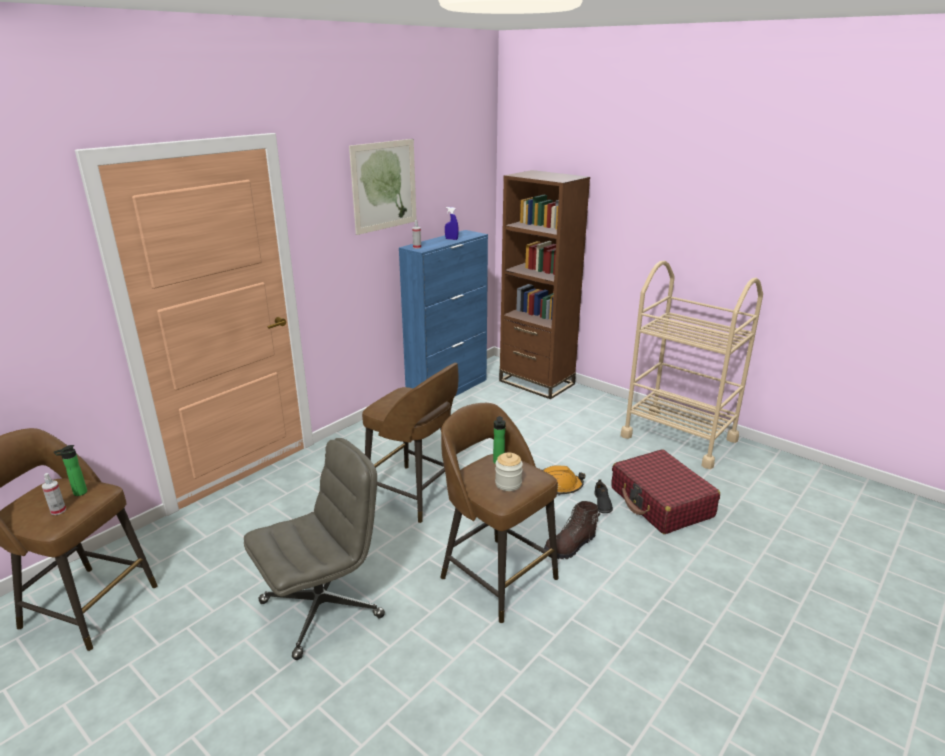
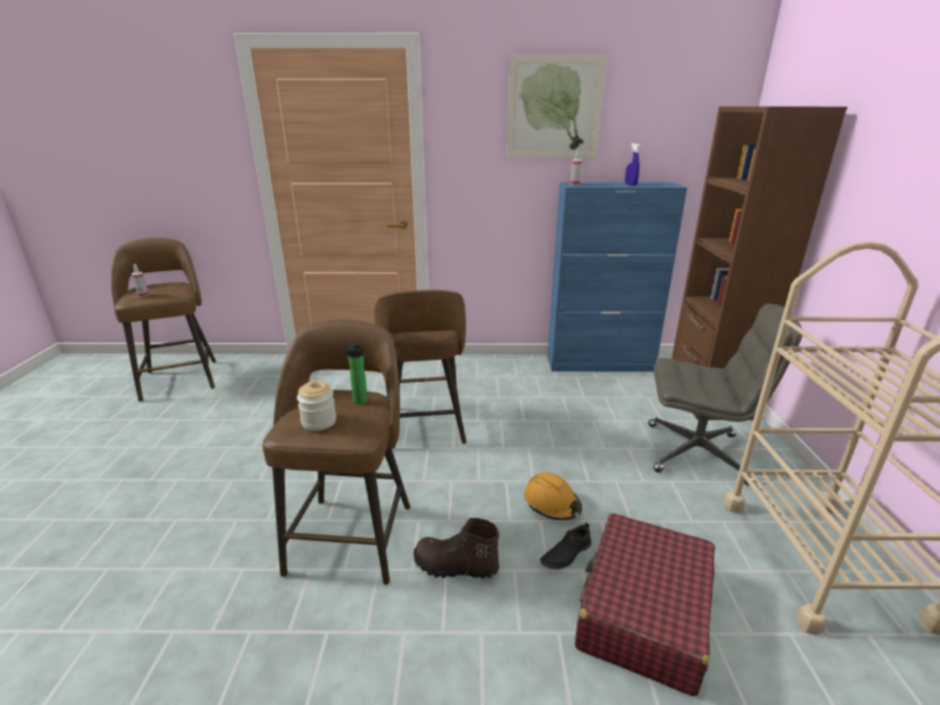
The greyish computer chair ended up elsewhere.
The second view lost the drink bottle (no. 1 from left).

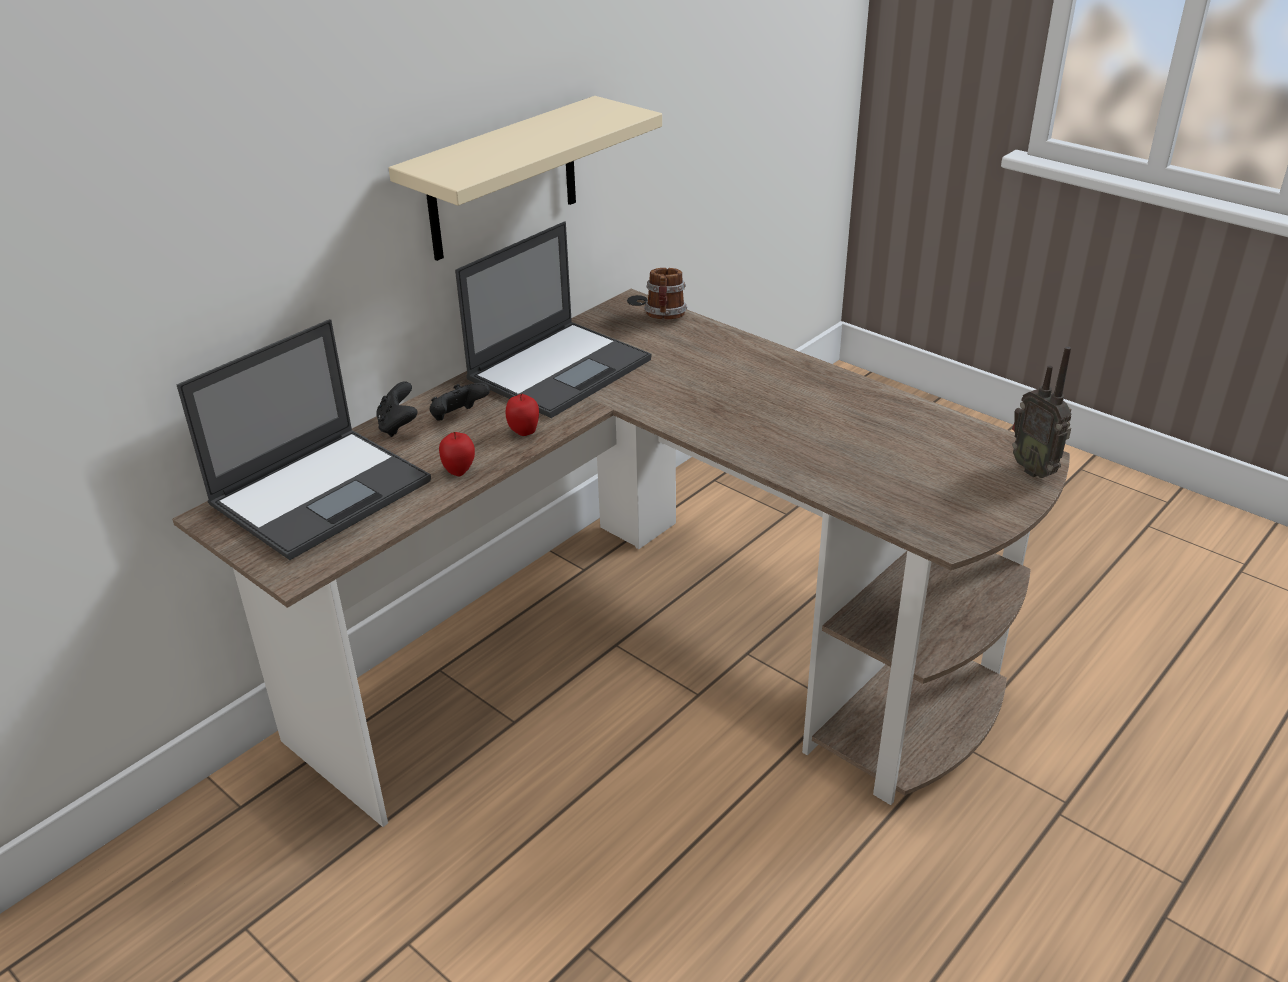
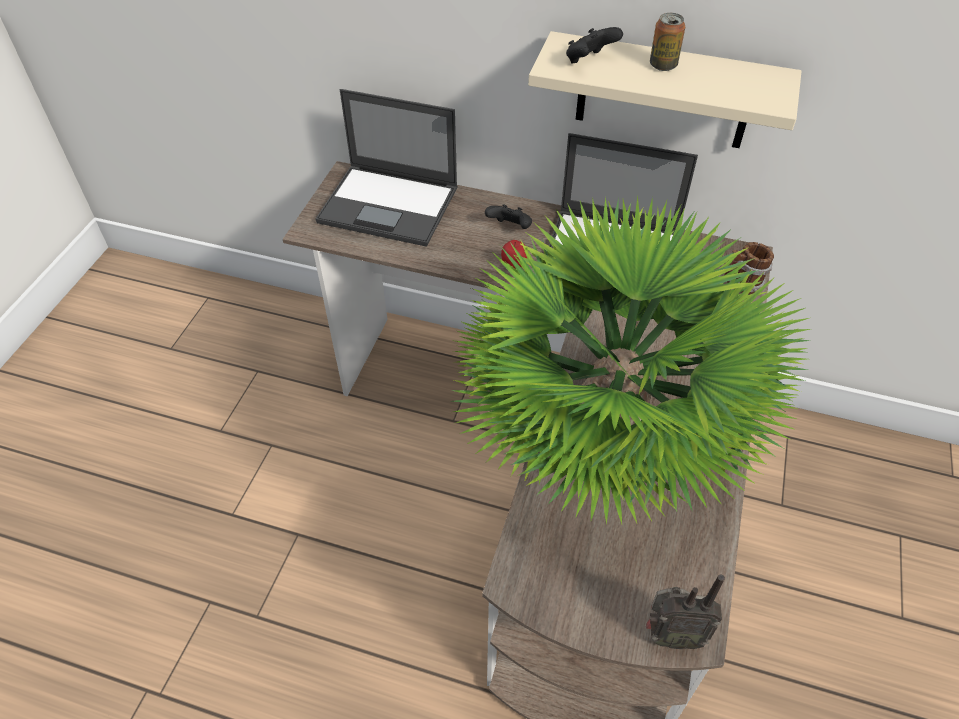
The radio set ended up facing another way, 120 degrees counterclockwise from before.
The black-coloured game controller (no. 1 from left in the first image) ended up elsewhere.
The second view lost the apple (no. 1 from left).
The second view gained the metal can.
The second view gained the plant in a pot.

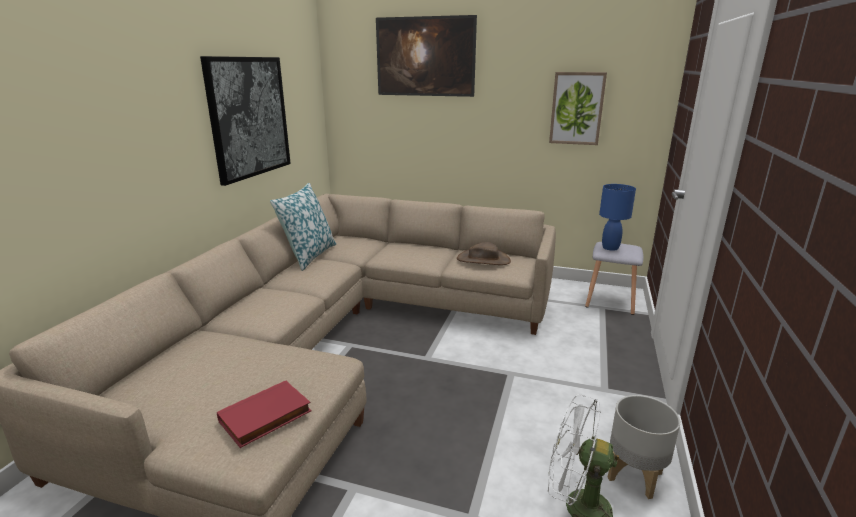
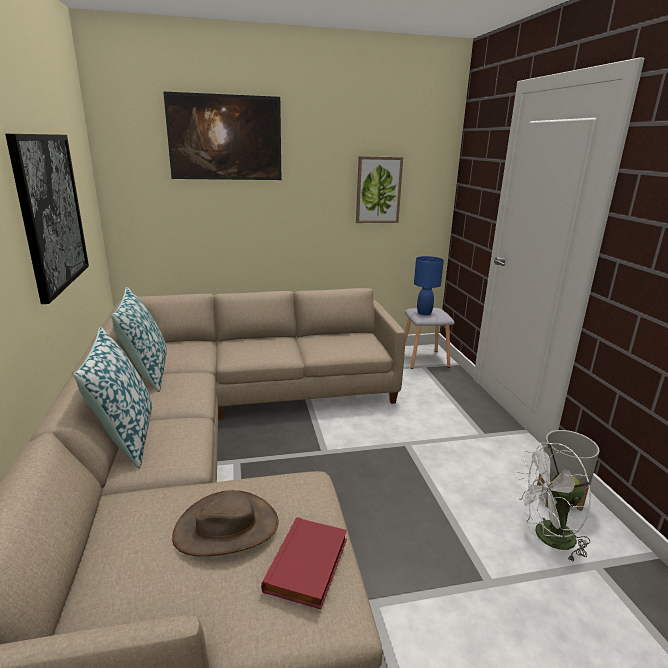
The brownish clothing hat ended up elsewhere.
The second view gained the throw pillow (no. 1 from left).

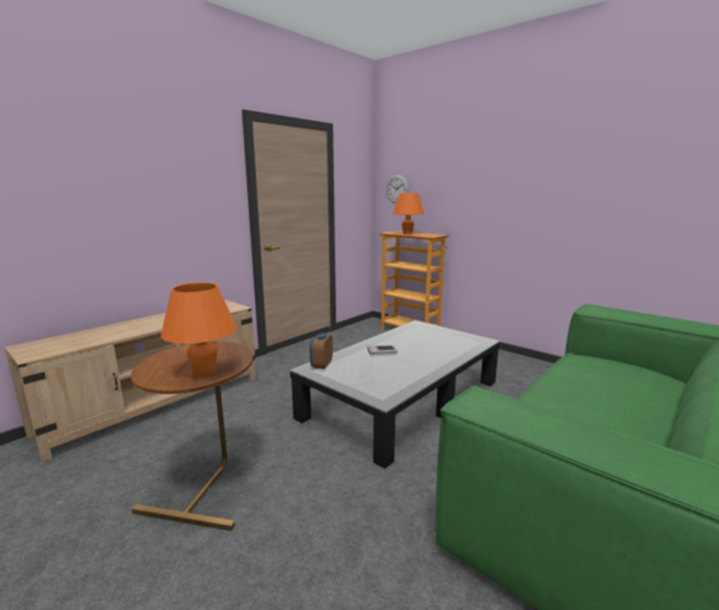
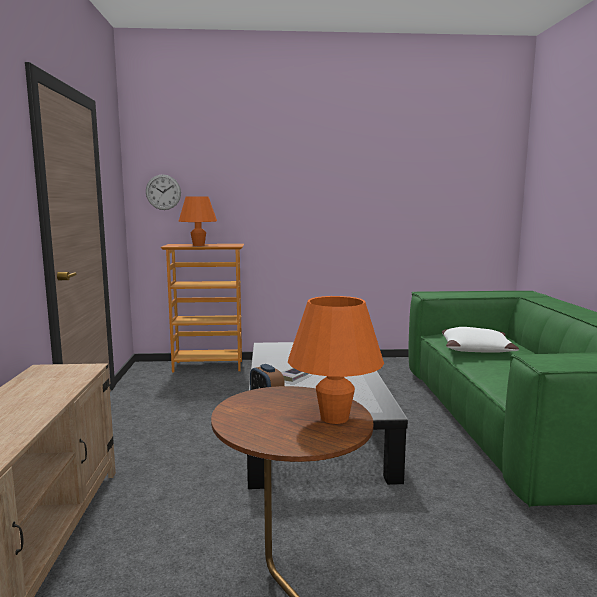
The second view gained the white-coloured throw pillow.

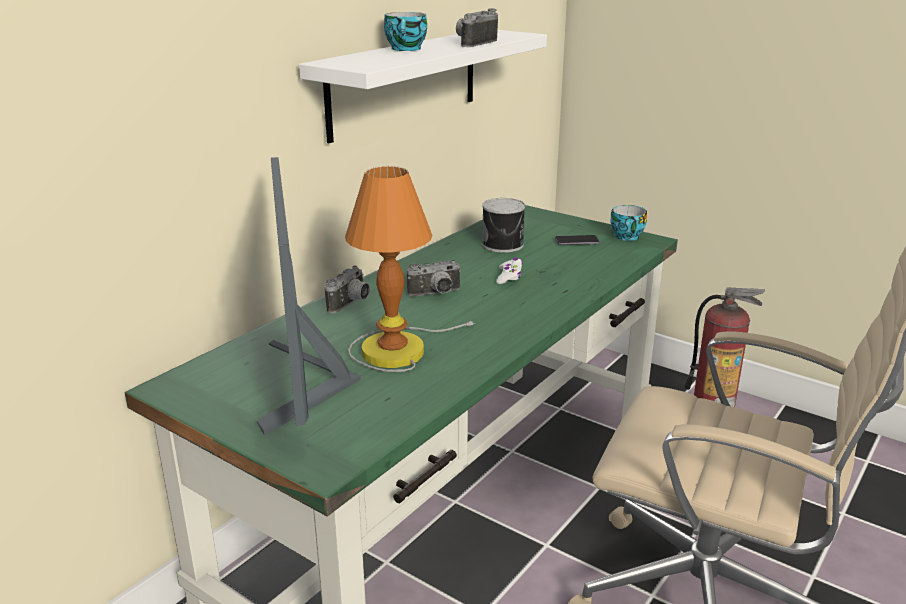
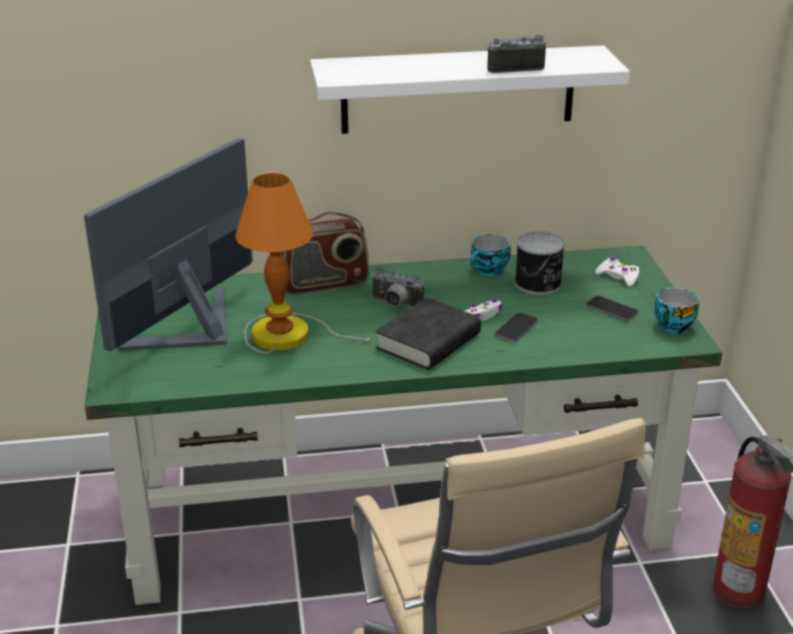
The cup (no. 1 from left) ended up elsewhere.
Where the still camera (no. 1 from left) stood, the radio set came to stand.
The second view gained the white-coloured game controller (no. 2 from left).
The second view gained the black-coloured volume.
The second view gained the phone (no. 1 from left).

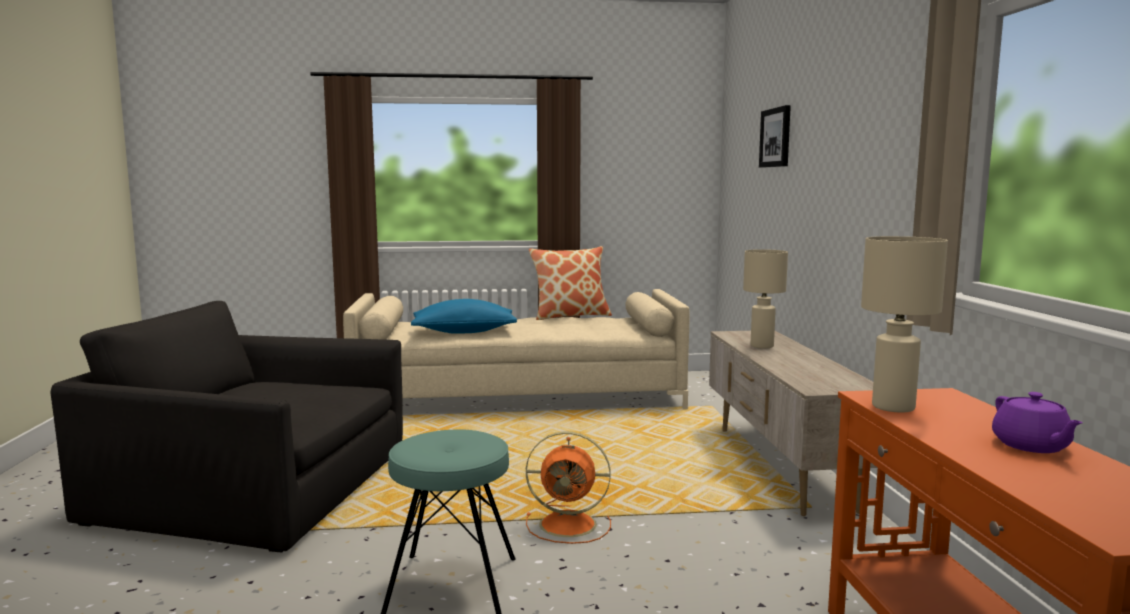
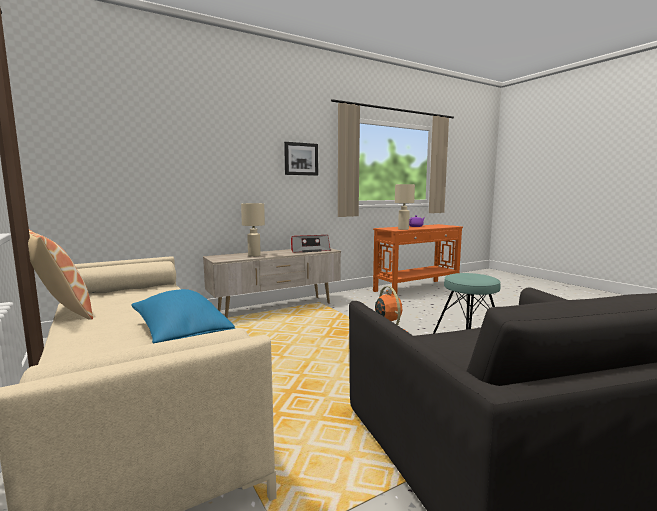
The wall art ended up elsewhere.
The second view gained the radio set.

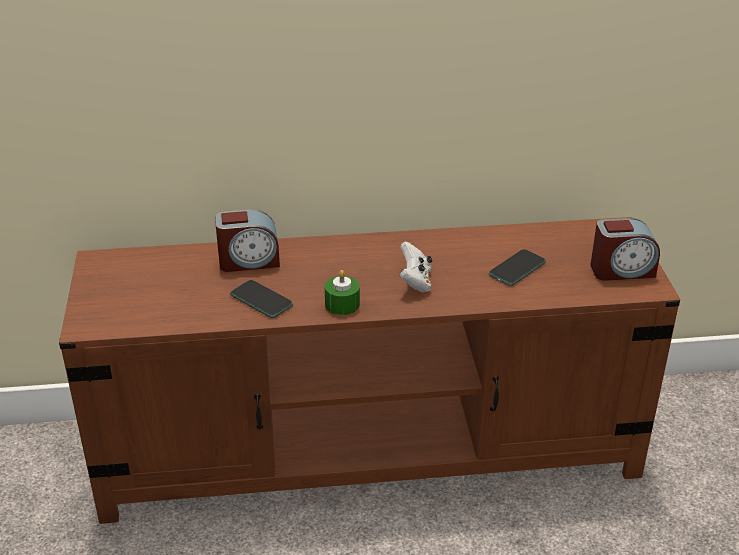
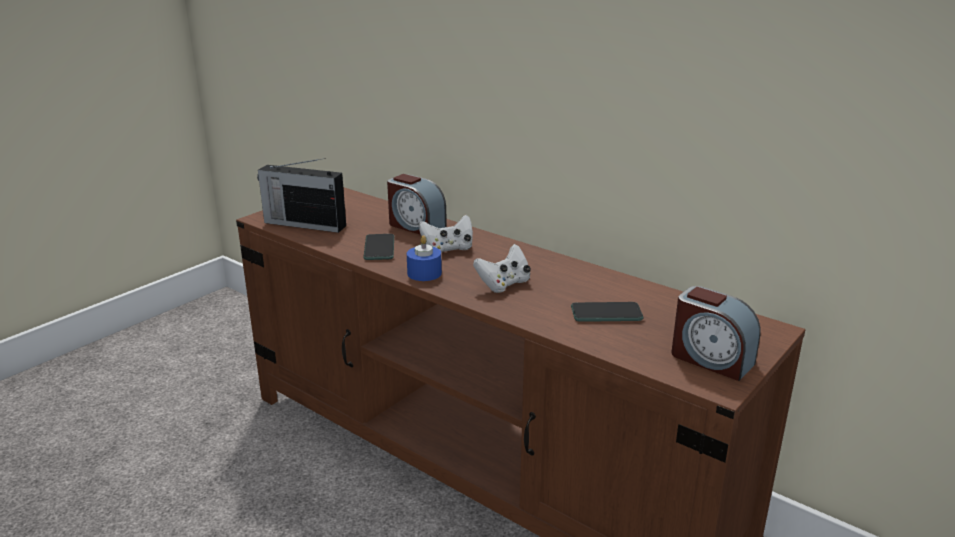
What was the green-coloured wax light turned into the blue wax light.
The second view gained the radio set.
The second view gained the white-coloured game controller (no. 1 from left).

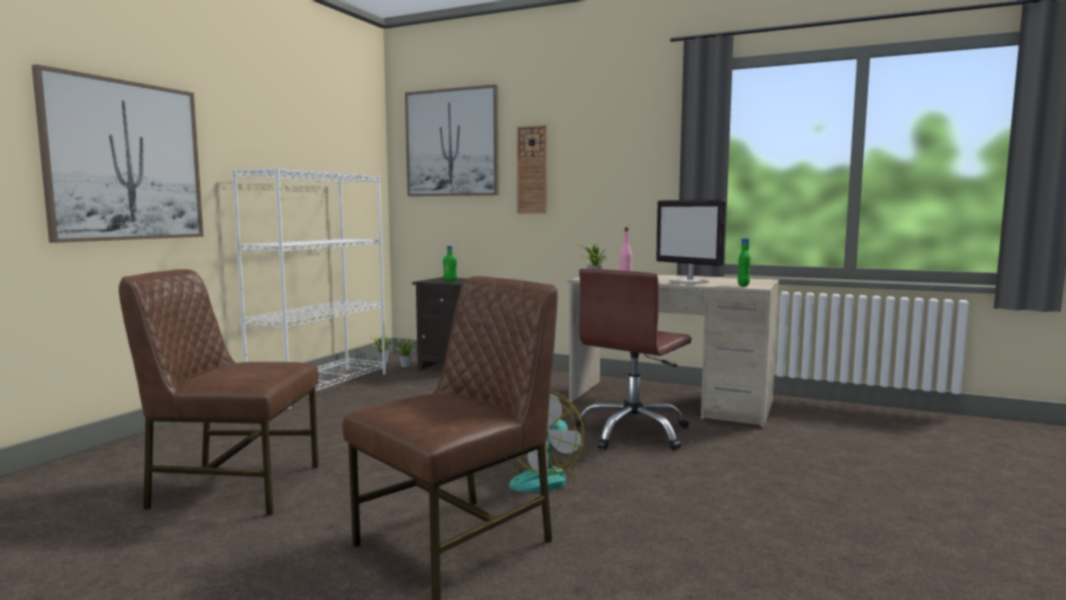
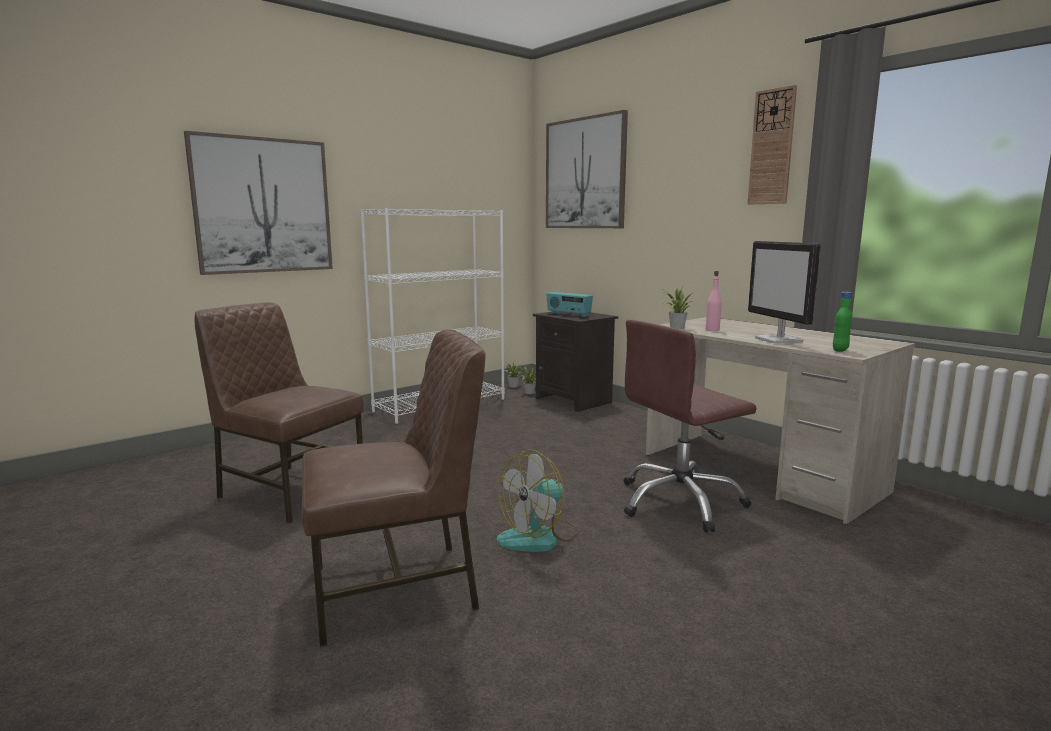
The clock on the wall ended up elsewhere.
Where the green-coloured drink bottle (no. 1 from left) stood, the radio set came to stand.

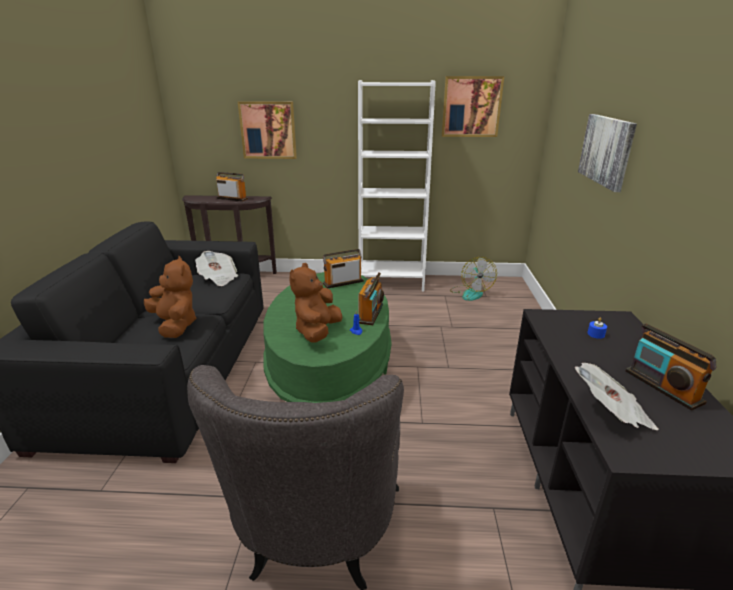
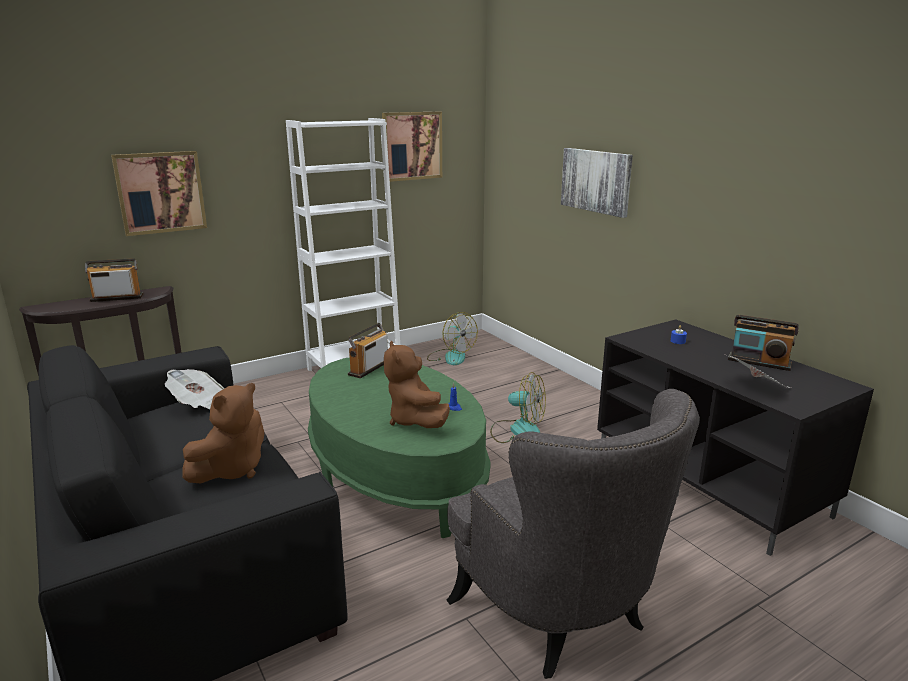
The brownish cuddly toy (no. 1 from left) ended up facing another way, 105 degrees clockwise from before.
The second view lost the radio set (no. 3 from left).
The second view gained the cooling fan (no. 2 from left).

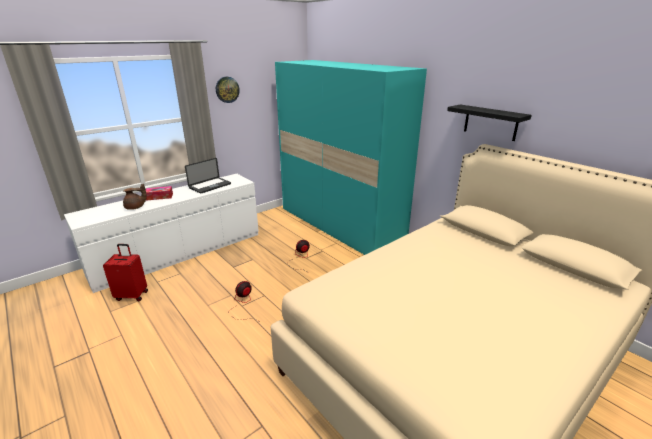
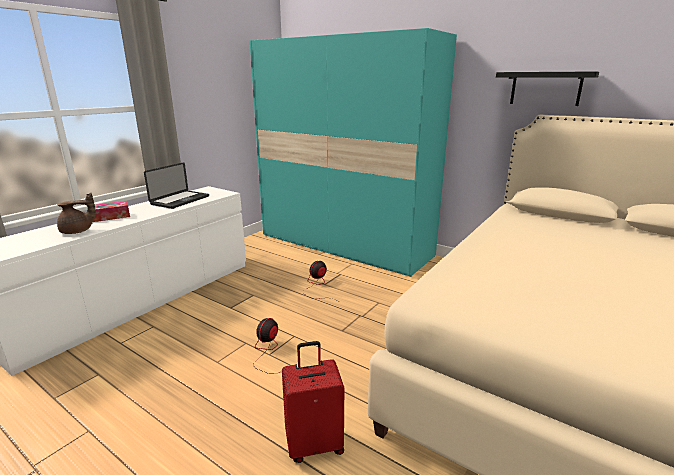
The second view lost the clock on the wall.
The red-coloured suitcase ended up elsewhere.

